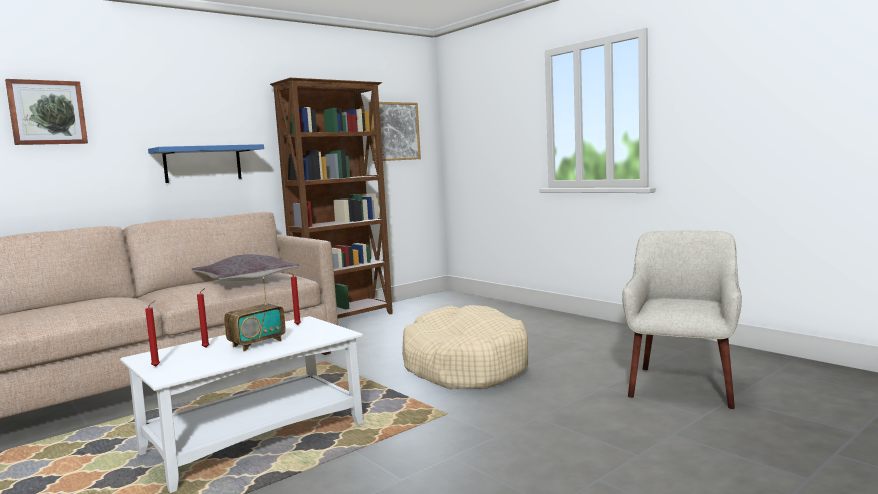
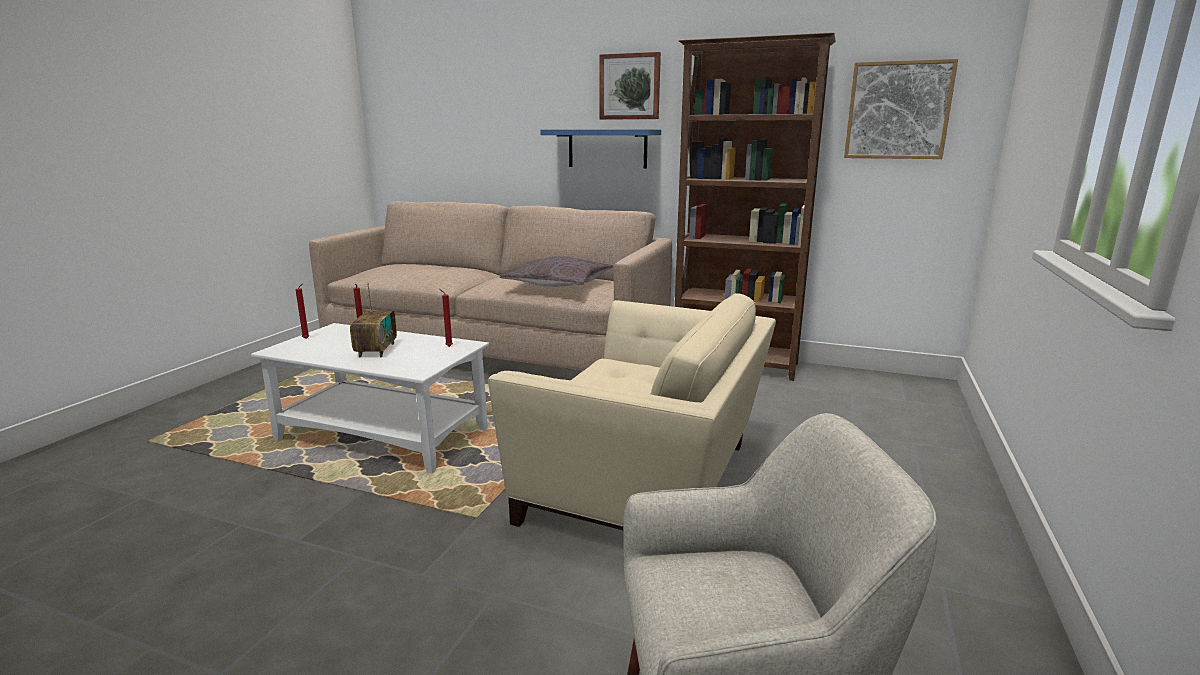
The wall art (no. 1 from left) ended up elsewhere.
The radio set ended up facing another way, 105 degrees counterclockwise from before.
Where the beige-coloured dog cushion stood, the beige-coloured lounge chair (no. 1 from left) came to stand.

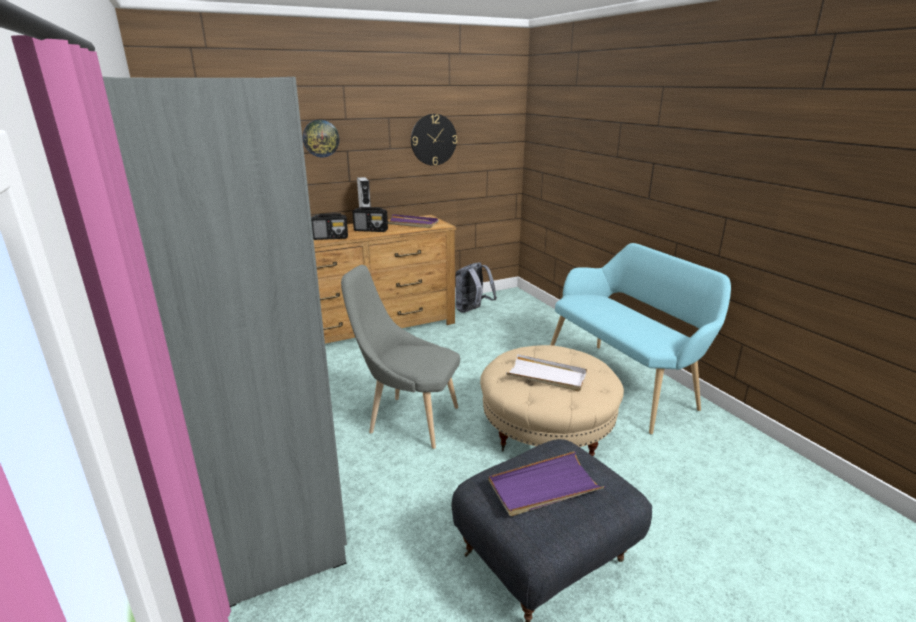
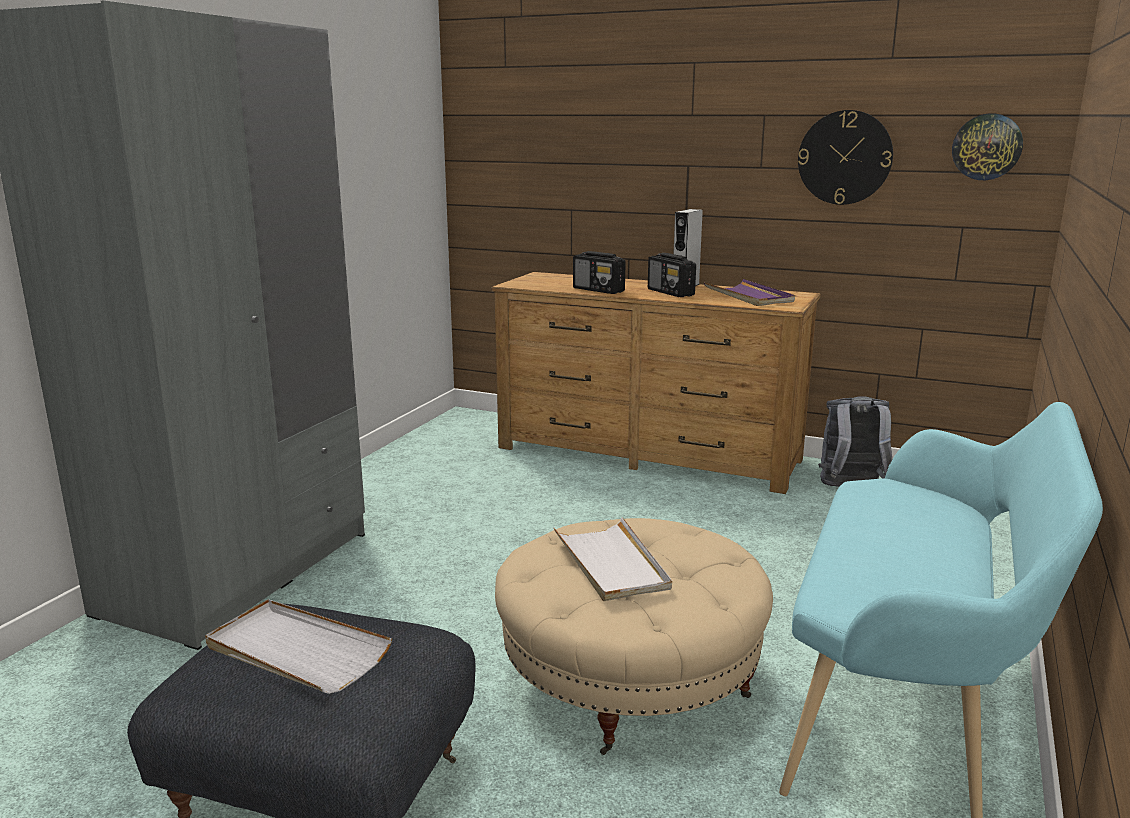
The clock on the wall (no. 1 from left in the first image) ended up elsewhere.
The second view lost the greyish chair.
What was the purple tray (no. 2 from left) turned into the white-coloured tray (no. 1 from left).

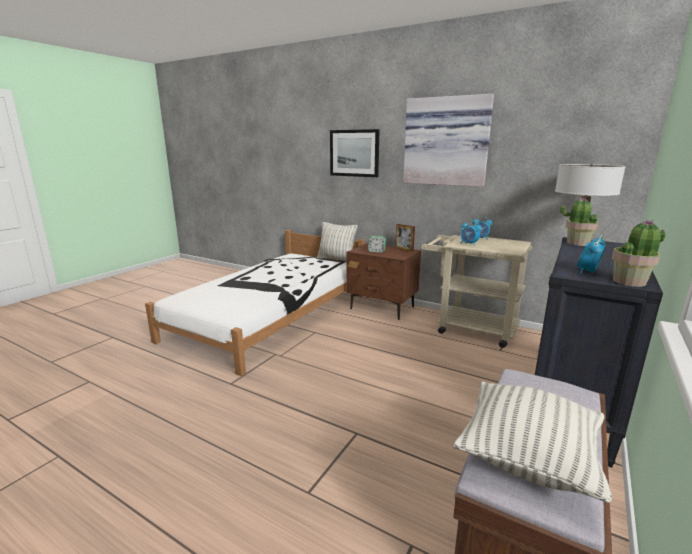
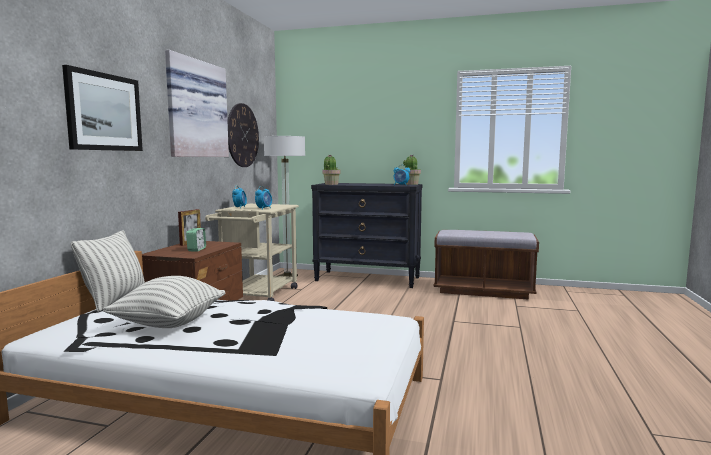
The throw pillow (no. 2 from left) ended up elsewhere.
The second view gained the clock on the wall.

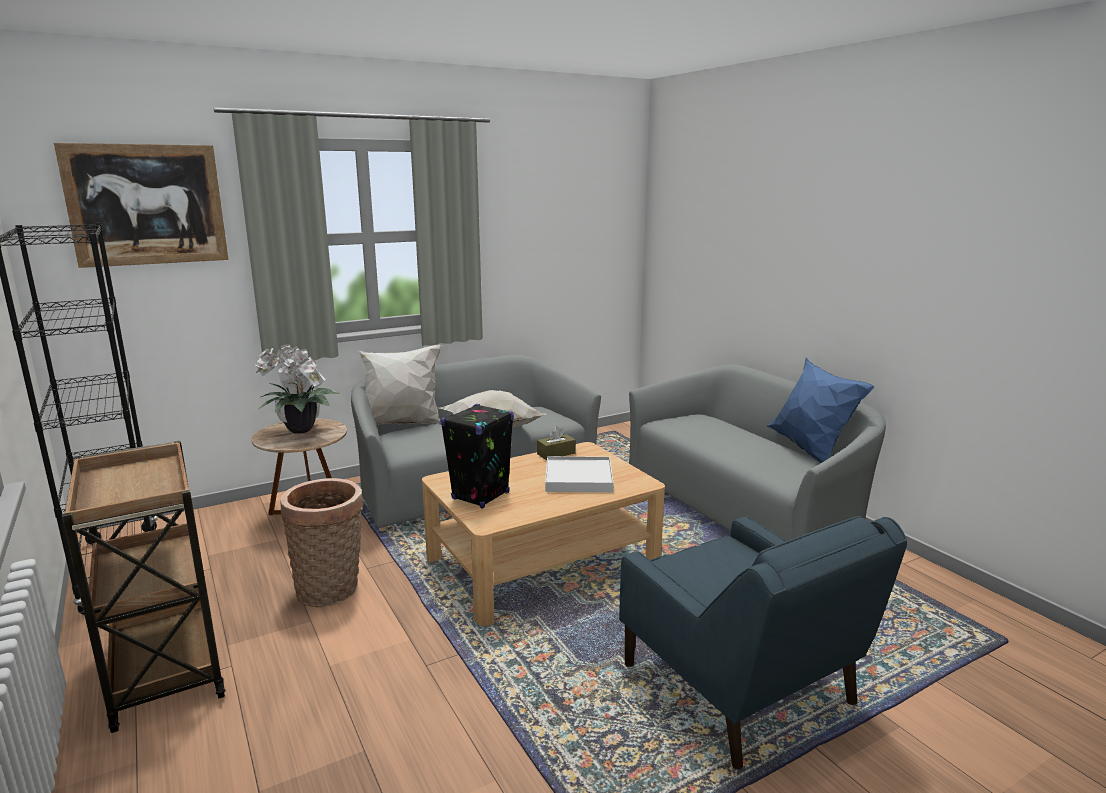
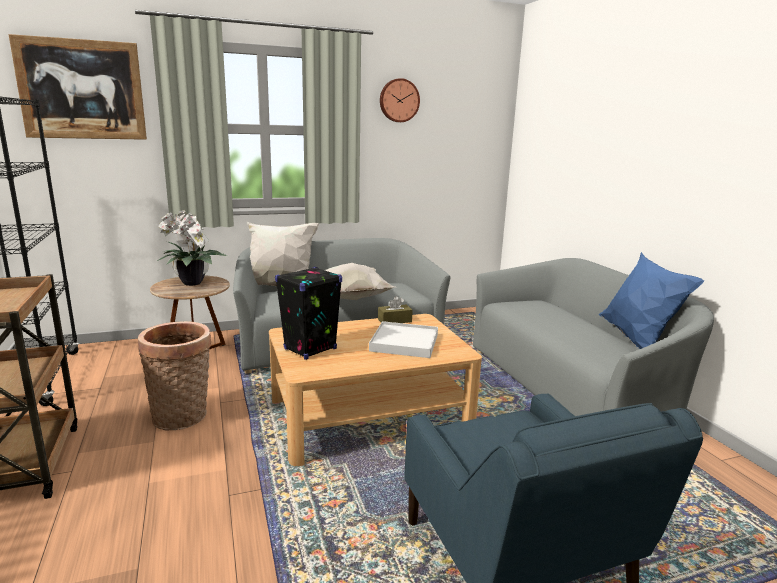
The second view gained the clock on the wall.

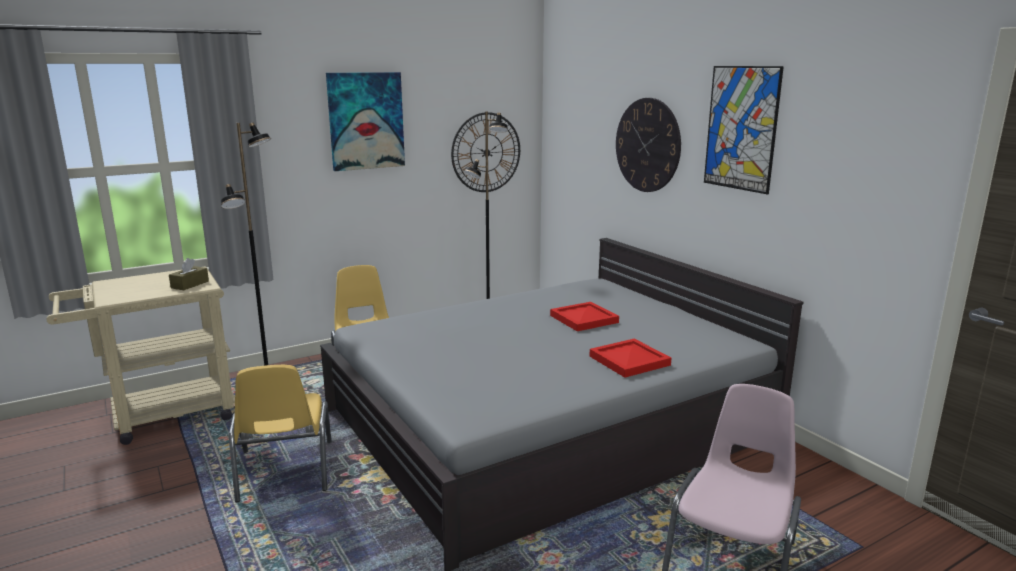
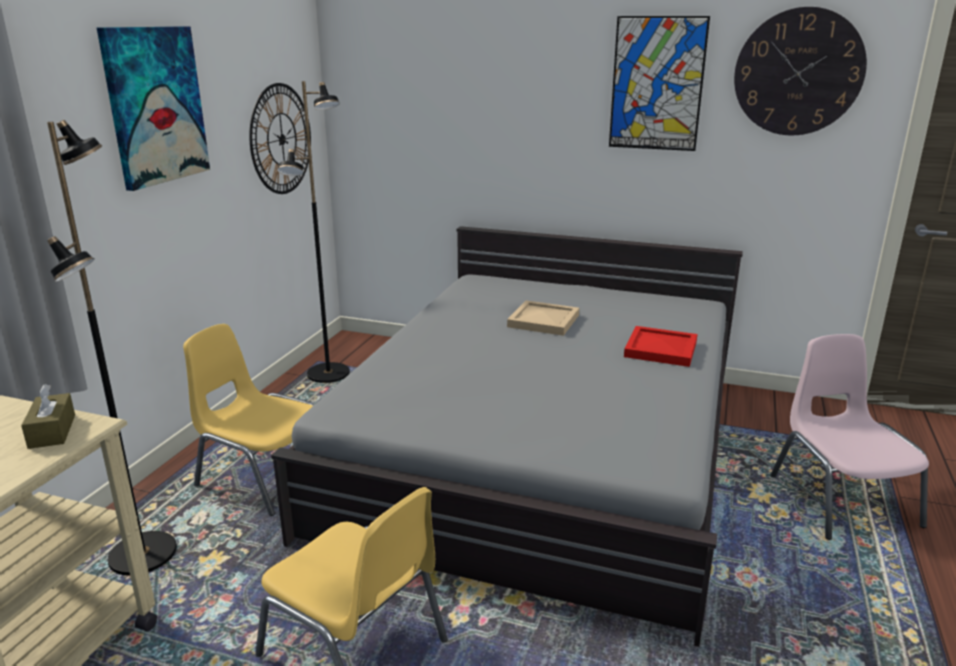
The clock on the wall (no. 2 from left) ended up elsewhere.
What was the red-coloured tray (no. 1 from left) turned into the beige-coloured tray.

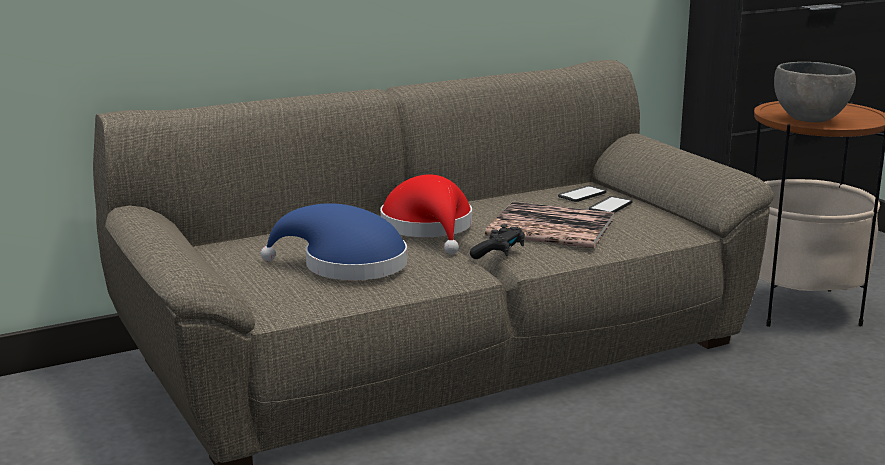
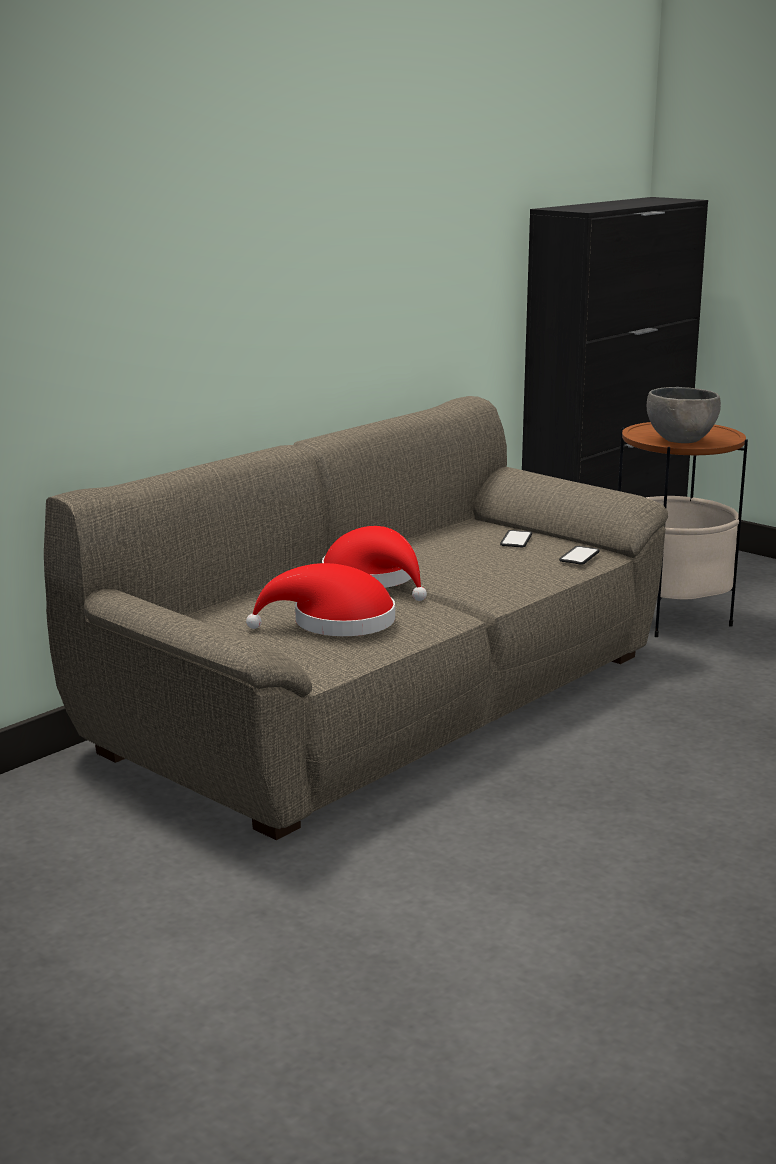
The phone (no. 1 from left in the first image) ended up elsewhere.
The second view lost the volume.
What was the blue clothing hat turned into the red-coloured clothing hat (no. 1 from left).
The second view lost the black-coloured game controller.

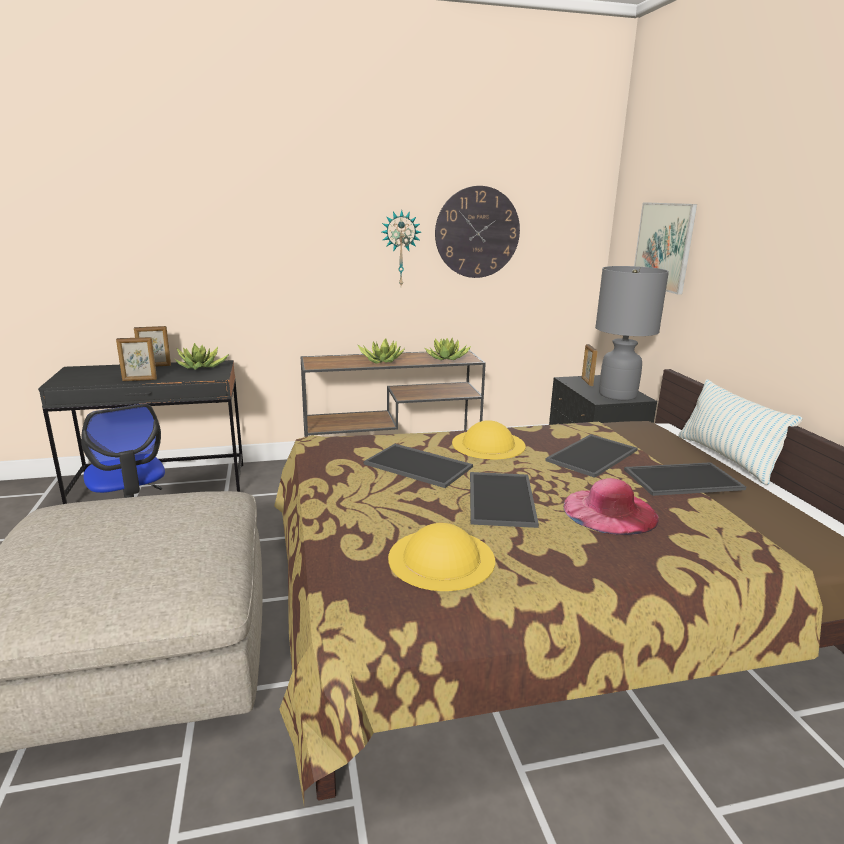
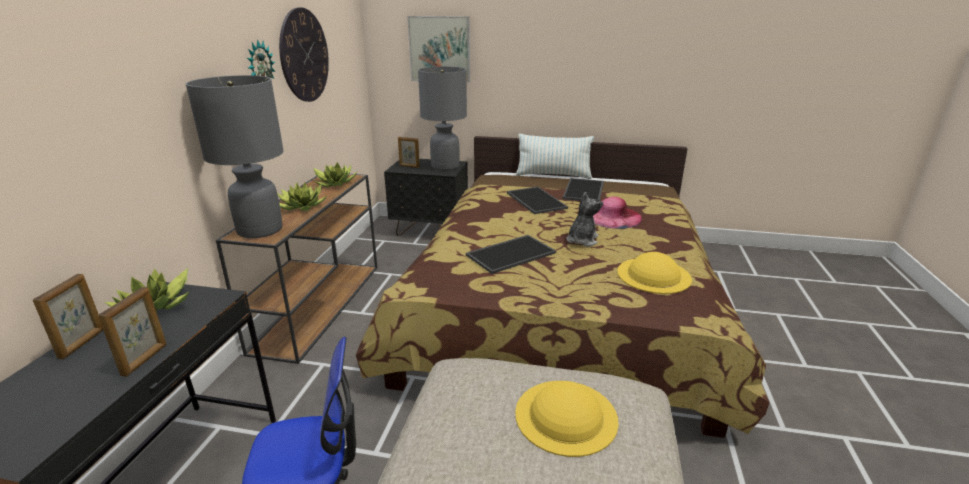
The yellowish clothing hat (no. 2 from left in the first image) ended up elsewhere.
Where the tray (no. 2 from left) stood, the cuddly toy came to stand.
The second view gained the greyish tabletop lamp (no. 1 from left).

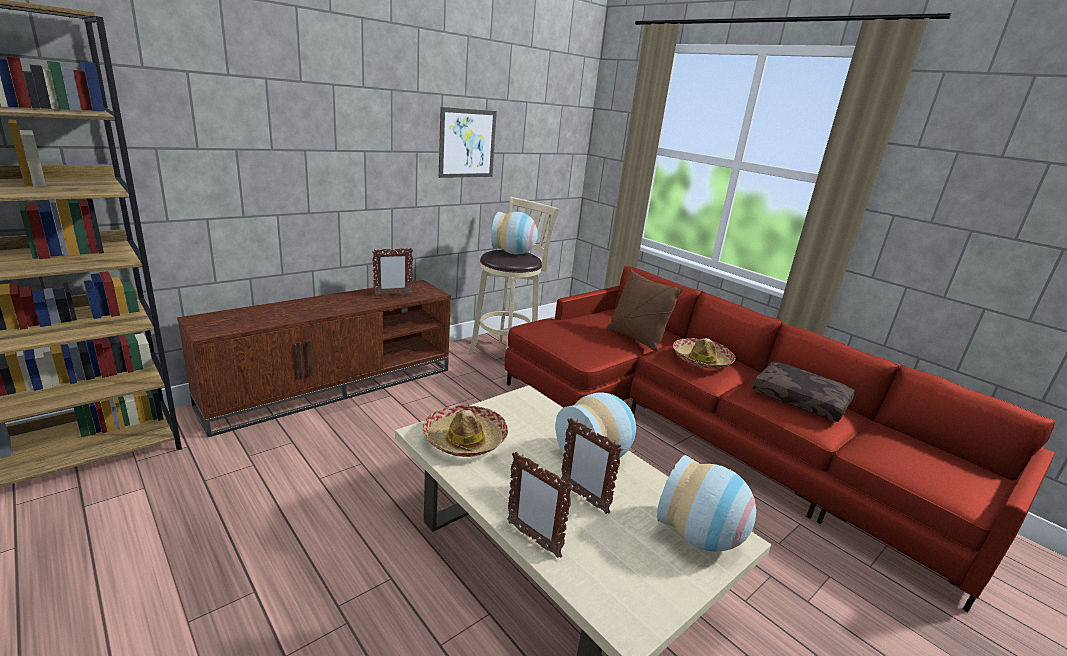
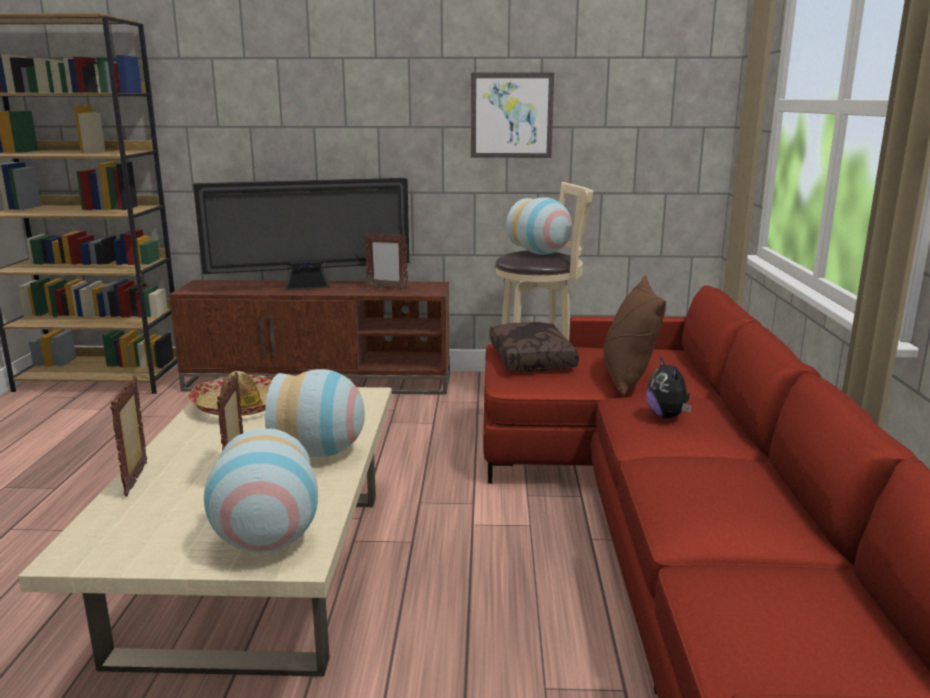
Where the clothing hat (no. 2 from left) stood, the cuddly toy came to stand.
The brownish throw pillow (no. 2 from left in the first image) ended up elsewhere.
The second view gained the TV set.

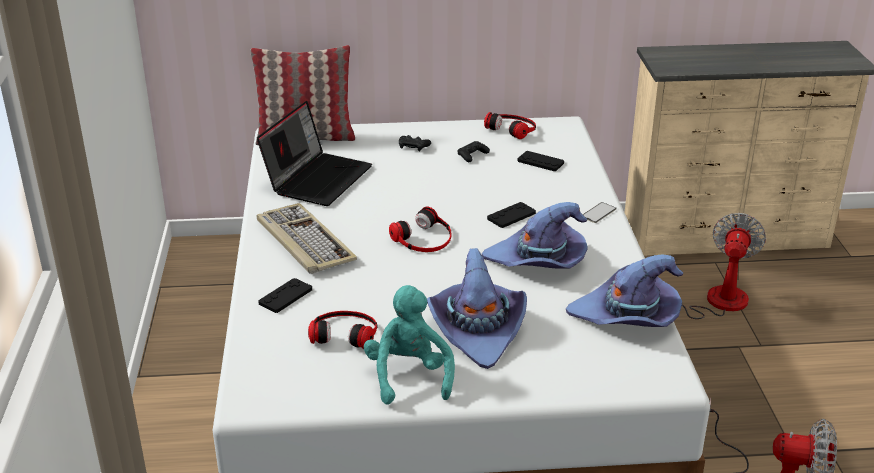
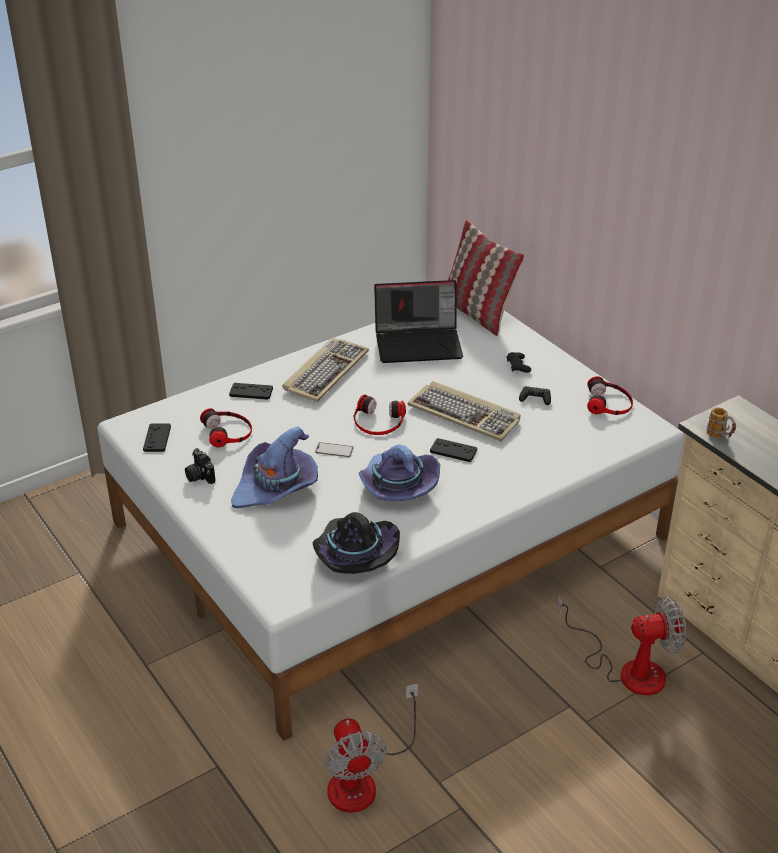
The black-coloured game controller (no. 5 from left in the first image) ended up elsewhere.
The phone ended up elsewhere.
What was the purple clothing hat (no. 3 from left) turned into the black-coloured clothing hat.
Where the turquoise cuddly toy stood, the still camera came to stand.
The second view gained the computer keyboard (no. 2 from left).
The second view gained the mug.

